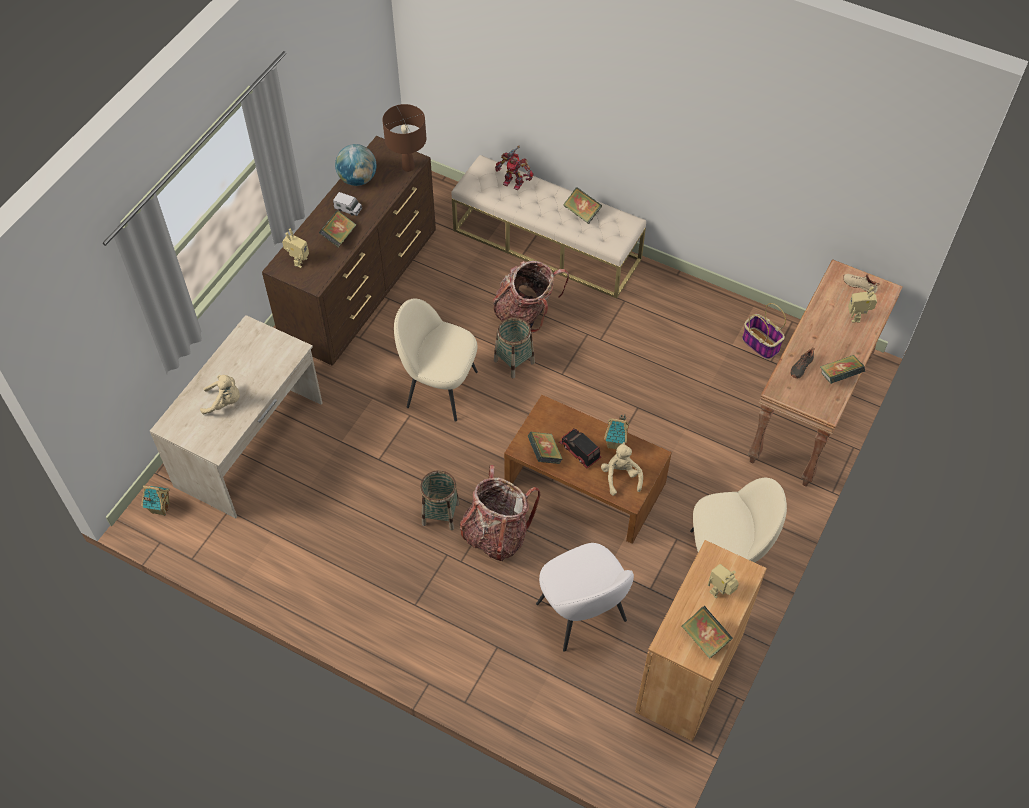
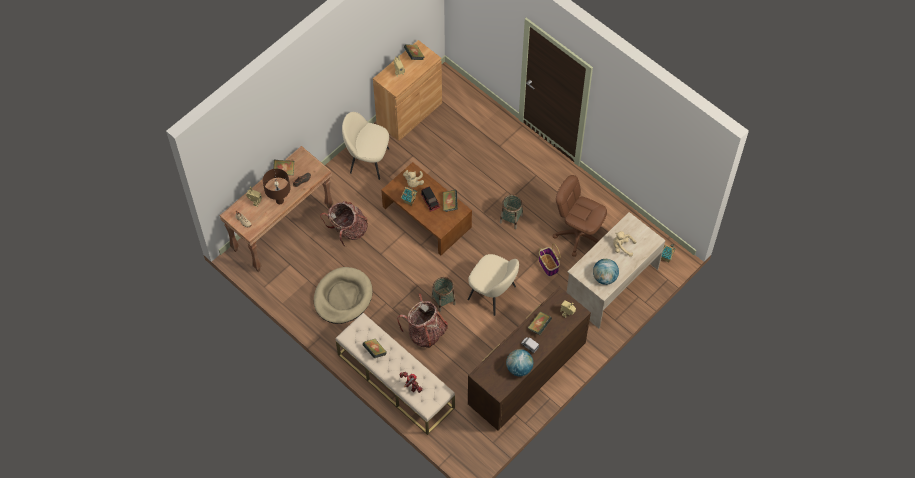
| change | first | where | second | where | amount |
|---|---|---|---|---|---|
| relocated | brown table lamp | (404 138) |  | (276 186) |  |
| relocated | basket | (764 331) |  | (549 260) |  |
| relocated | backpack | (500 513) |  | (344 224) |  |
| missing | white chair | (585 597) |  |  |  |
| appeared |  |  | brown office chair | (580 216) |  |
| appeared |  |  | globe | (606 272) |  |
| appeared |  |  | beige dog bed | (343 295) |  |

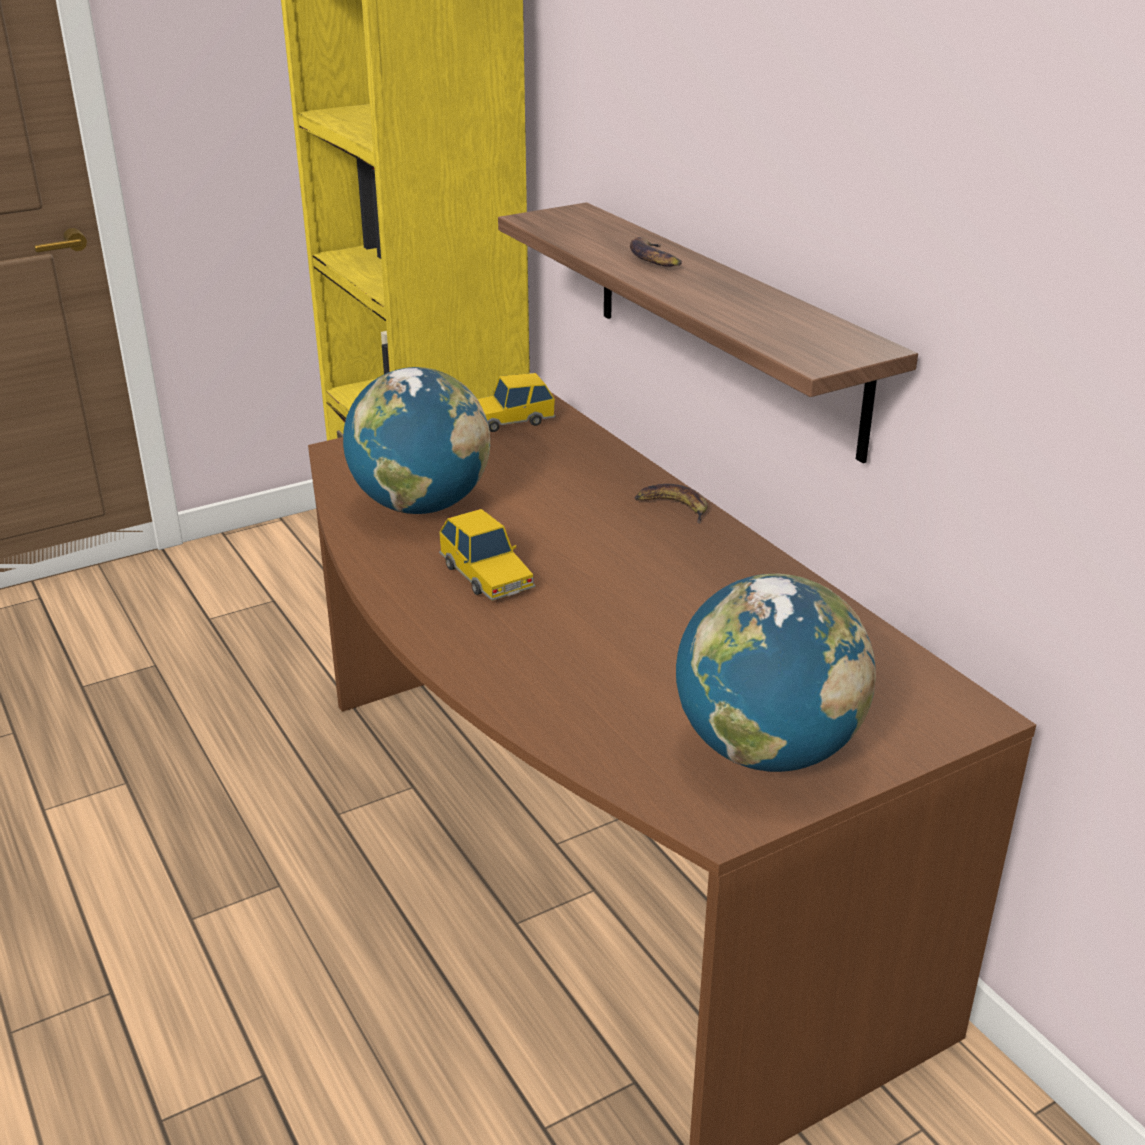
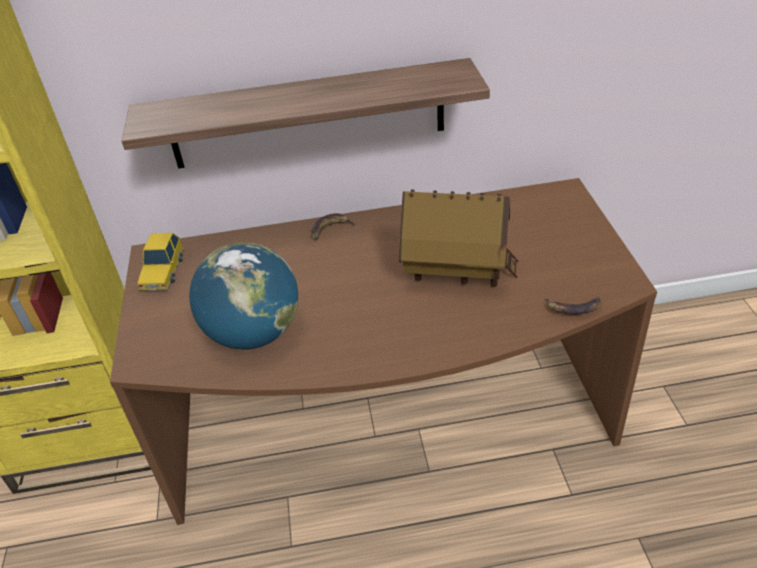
| change | first | where | second | where | amount |
|---|---|---|---|---|---|
| relocated | banana | (656 252) |  | (573 306) |  |
| missing | toy car | (487 555) |  |  |  |
| missing | globe | (776 673) |  |  |  |
| appeared |  |  | toy house | (459 238) |  |

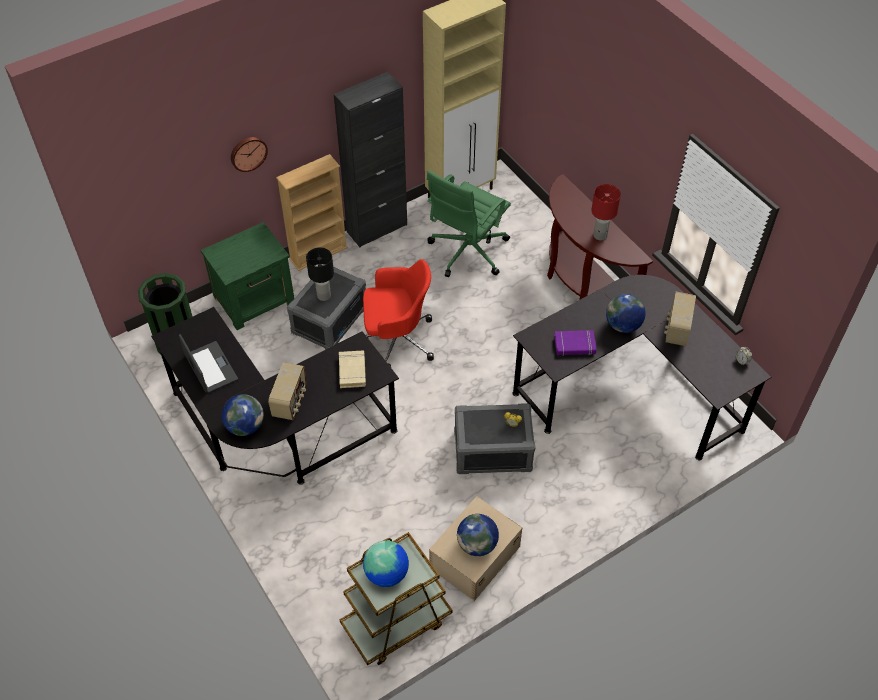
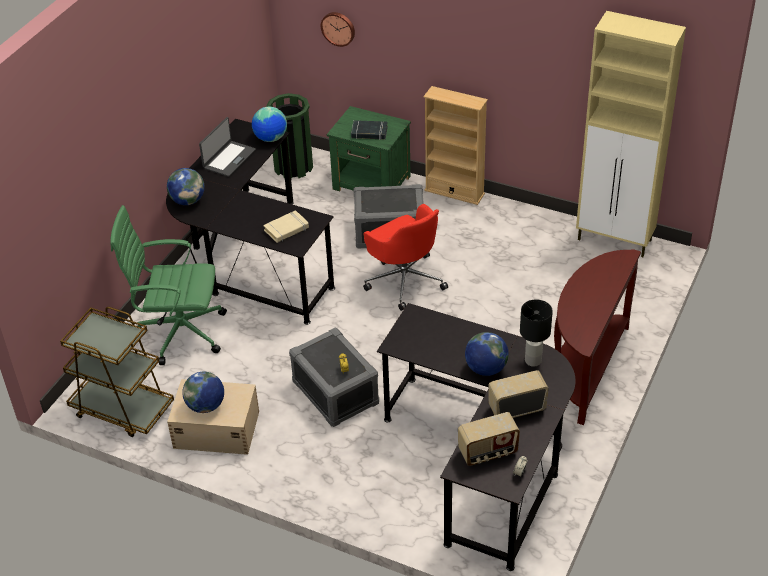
| change | first | where | second | where | amount |
|---|---|---|---|---|---|
| missing | black cabinet | (370 159) |  |  |  |
| relocated | wall clock | (249 154) |  | (338 29) |  |
| relocated | green office chair | (469 224) |  | (168 285) |  |
| missing | red table lamp | (606 212) |  |  |  |
| relocated | black table lamp | (320 274) |  | (536 333) |  |
| missing | purple book | (575 342) |  |  |  |
| relocated | radio | (287 391) |  | (489 439) |  |
| relocated | globe | (386 564) |  | (269 124) |  |
| appeared |  |  | black book | (369 130) |  |

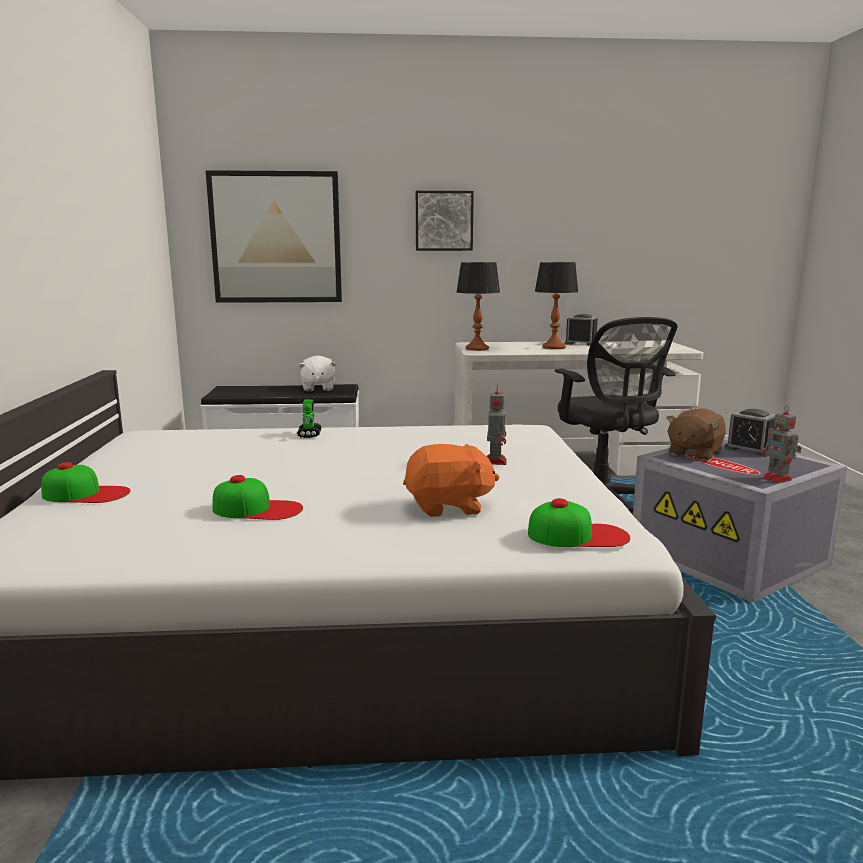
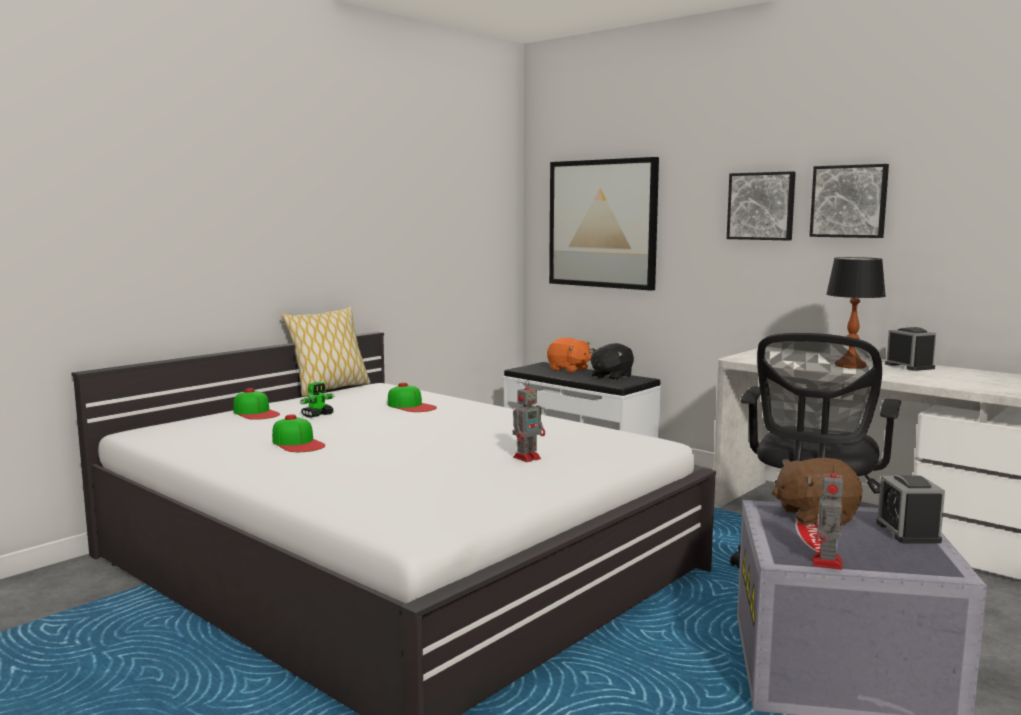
| change | first | where | second | where | amount |
|---|---|---|---|---|---|
| missing | table lamp | (478 306) |  |  |  |
| colour | white plush toy | (317 374) | black plush toy | (611 362) |  |
| relocated | toy robot | (309 419) |  | (317 400) |  |
| relocated | orange plush toy | (451 480) |  | (569 355) |  |
| relocated | cap | (579 522) |  | (412 397) |  |
| appeared |  |  | picture | (849 201) |  |
| appeared |  |  | pillow | (326 352) |  |

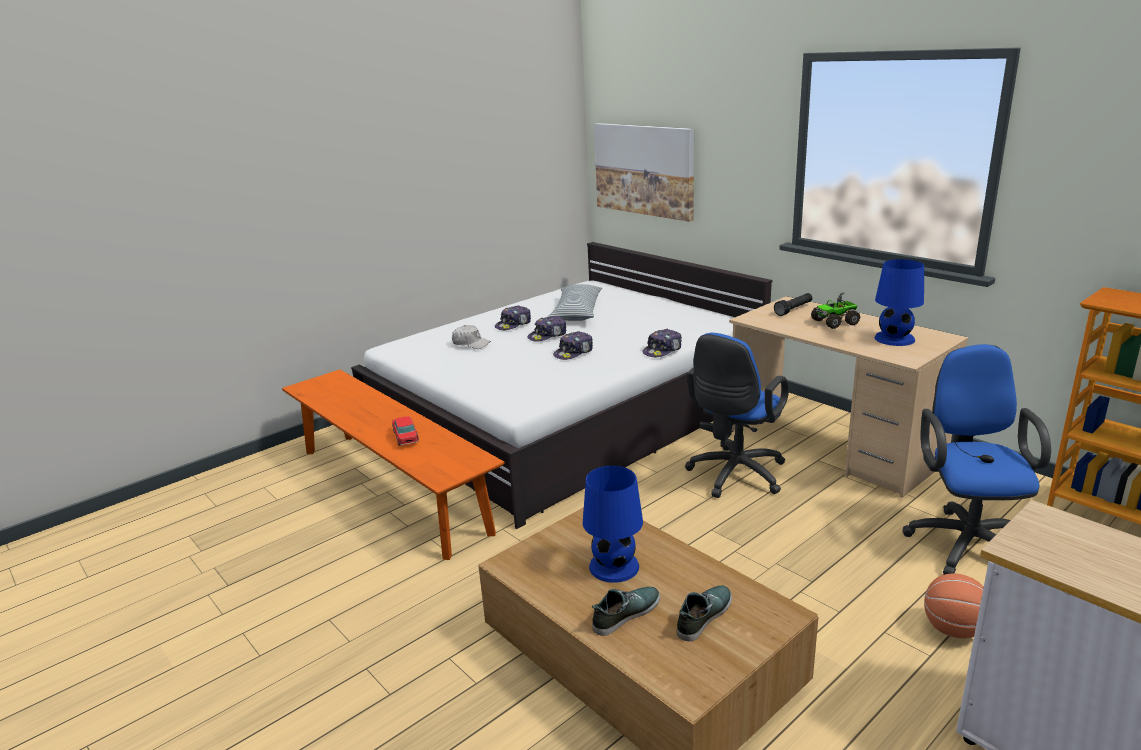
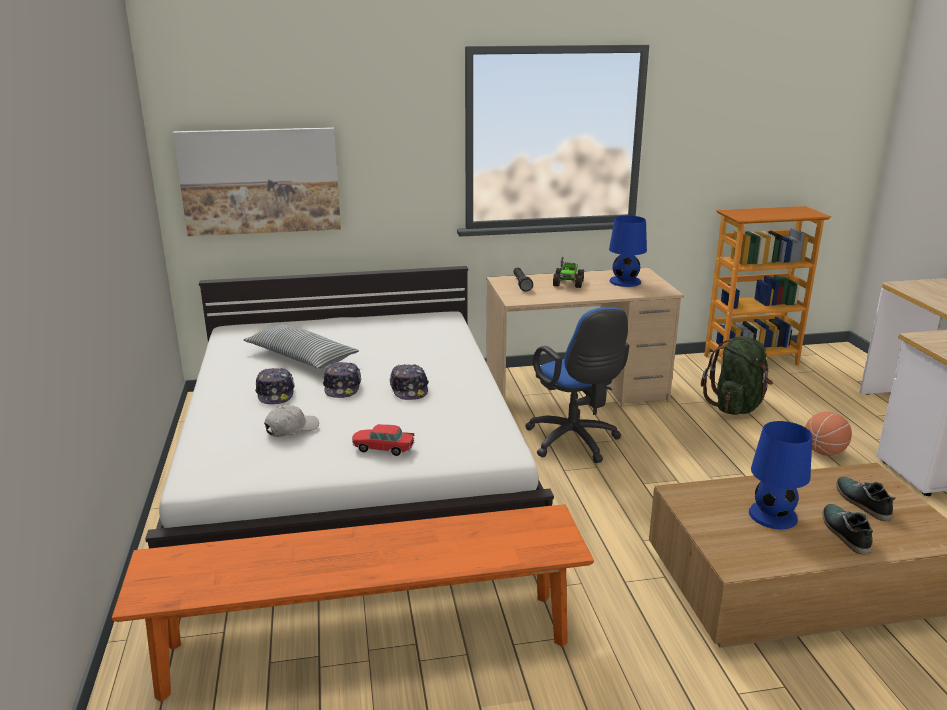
| change | first | where | second | where | amount |
|---|---|---|---|---|---|
| missing | cap | (662 343) |  |  |  |
| exchanged | blue office chair | (977 459) | green backpack | (737 375) |  |
| relocated | toy car | (405 431) |  | (383 440) |  |

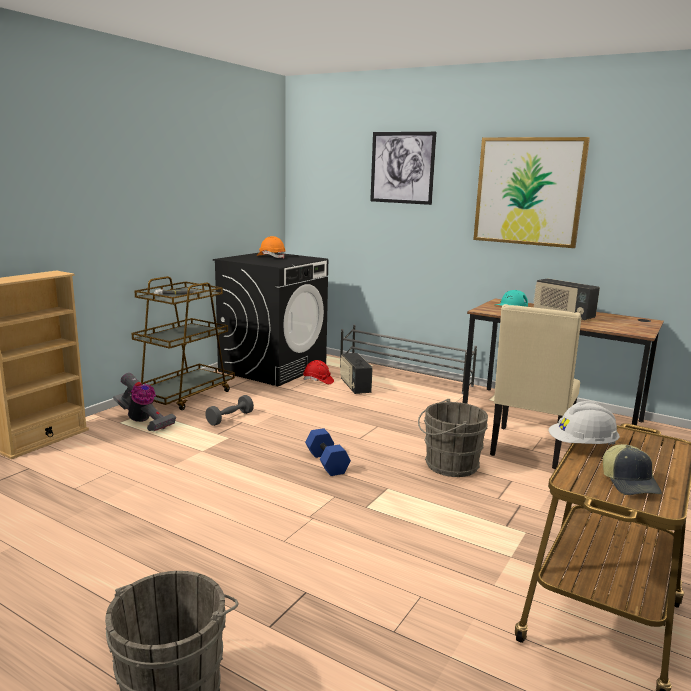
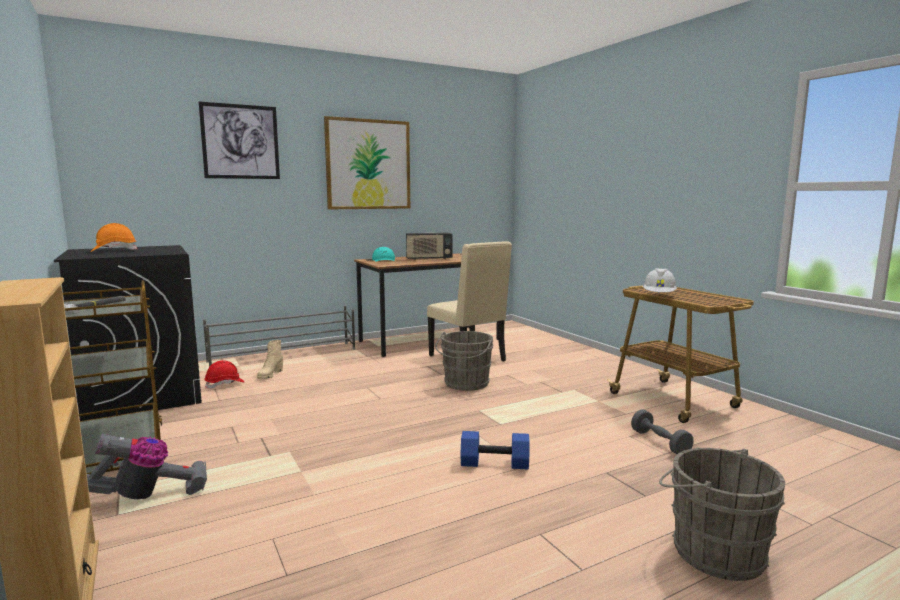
| change | first | where | second | where | amount |
|---|---|---|---|---|---|
| exchanged | radio | (356 373) | beige boot | (270 359) |  |
| relocated | grey dumbbell | (229 410) |  | (662 432) |  |
| relocated | blue dumbbell | (328 452) |  | (494 450) |  |
| missing | cap | (632 469) |  |  |  |

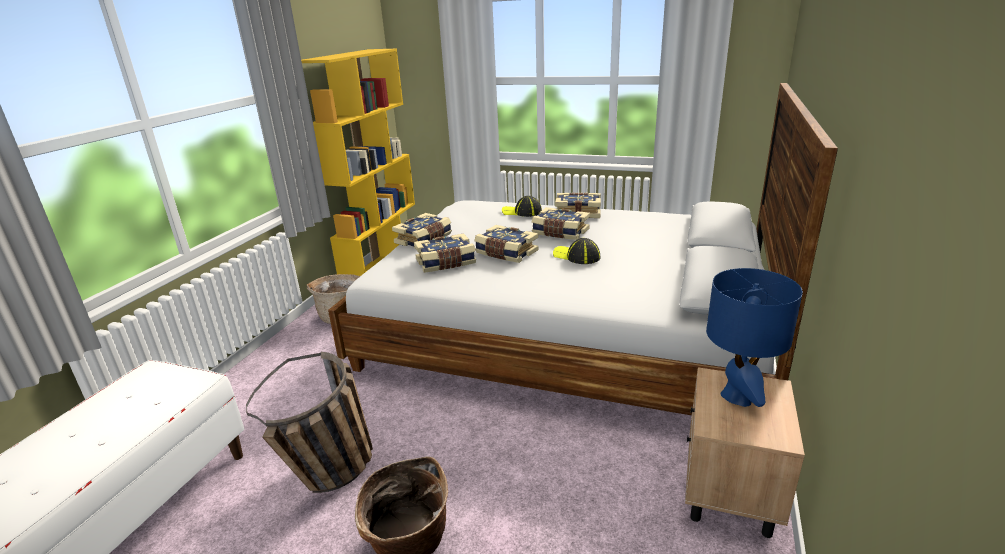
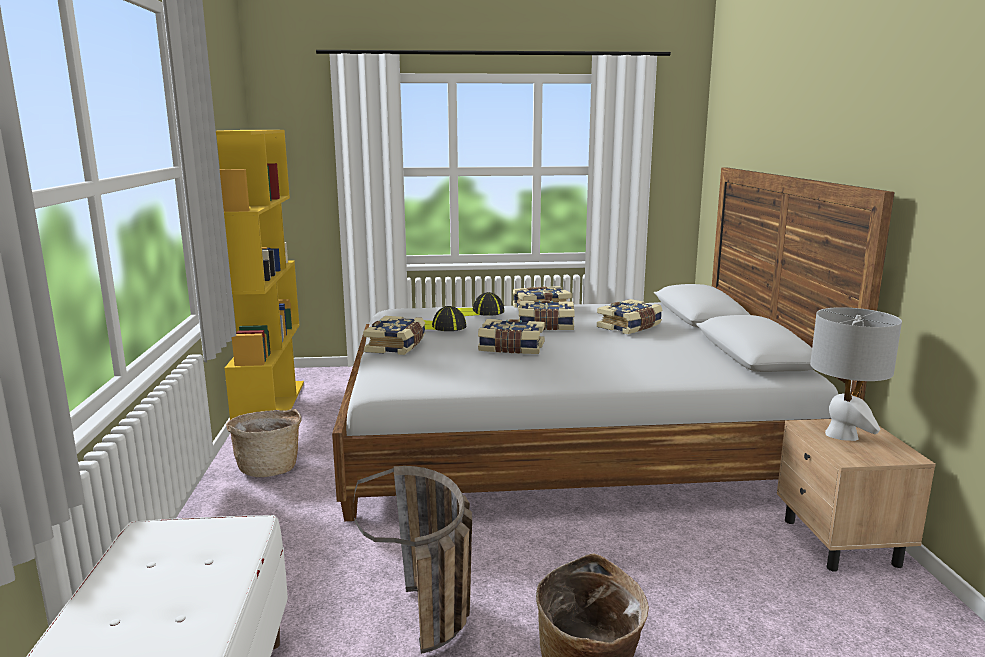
| change | first | where | second | where | amount |
|---|---|---|---|---|---|
| relocated | book | (445 253) |  | (630 316) |  |
| relocated | cap | (576 251) |  | (445 318) |  |
| colour | blue table lamp | (754 337) | grey table lamp | (856 374) |  |

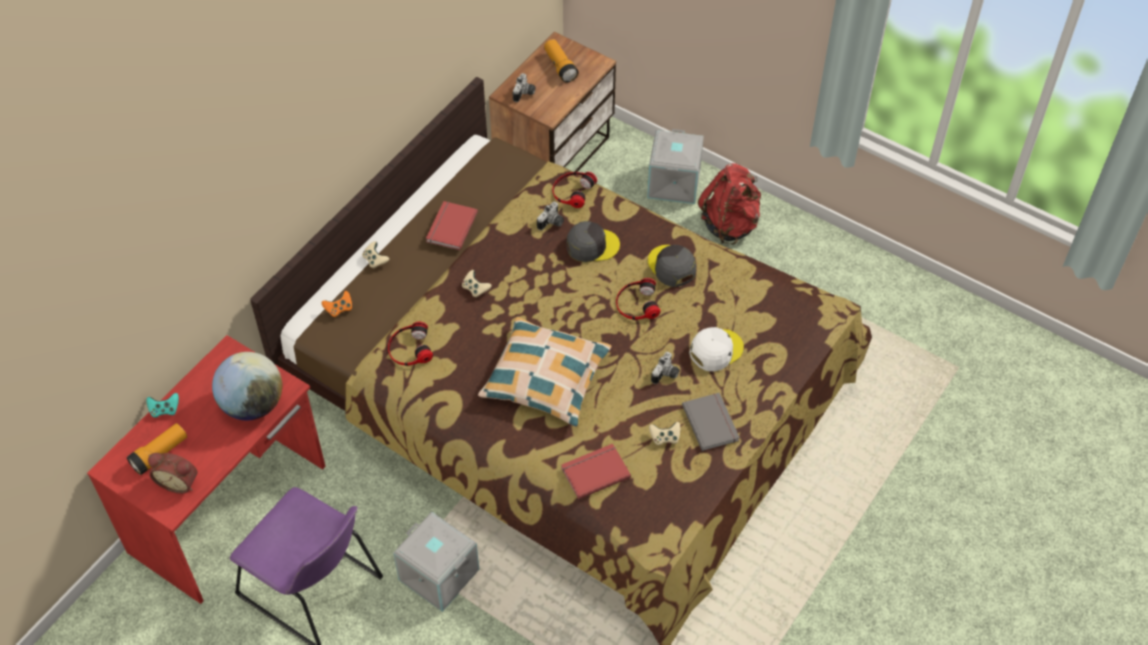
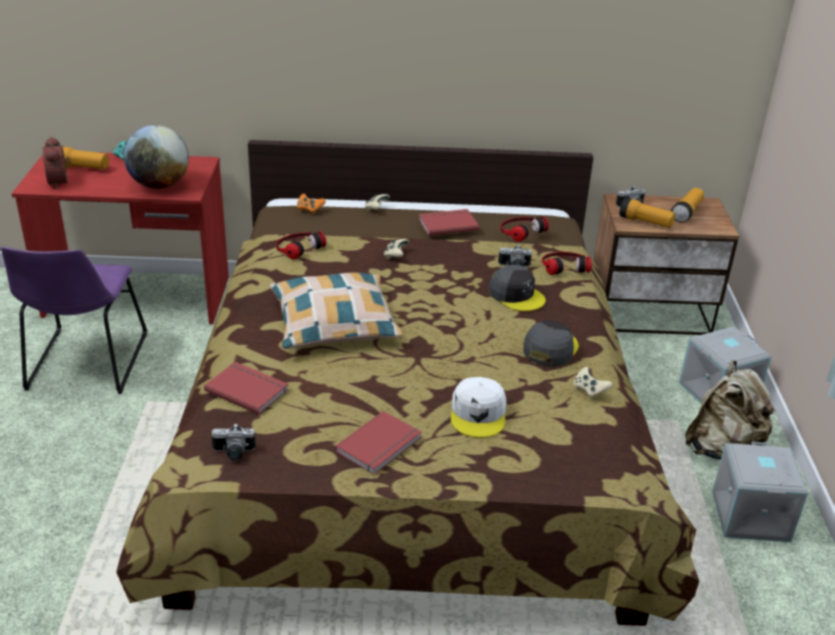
| change | first | where | second | where | amount |
|---|---|---|---|---|---|
| colour | red backpack | (729 204) | beige backpack | (730 410) |  |
| relocated | headphones | (638 299) |  | (524 229) |  |
| spun | white cap | (716 349) |  | (478 407) | 75 degrees clockwise |
| relocated | photo camera | (665 368) |  | (233 442) |  |
| colour | grey book | (711 422) | red book | (378 443) |  |
| relocated | beige game controller | (664 433) |  | (592 383) |  |
| relocated | grey storage box | (436 562) |  | (760 492) |  |
| appeared |  |  | flashlight | (647 212) |  |

